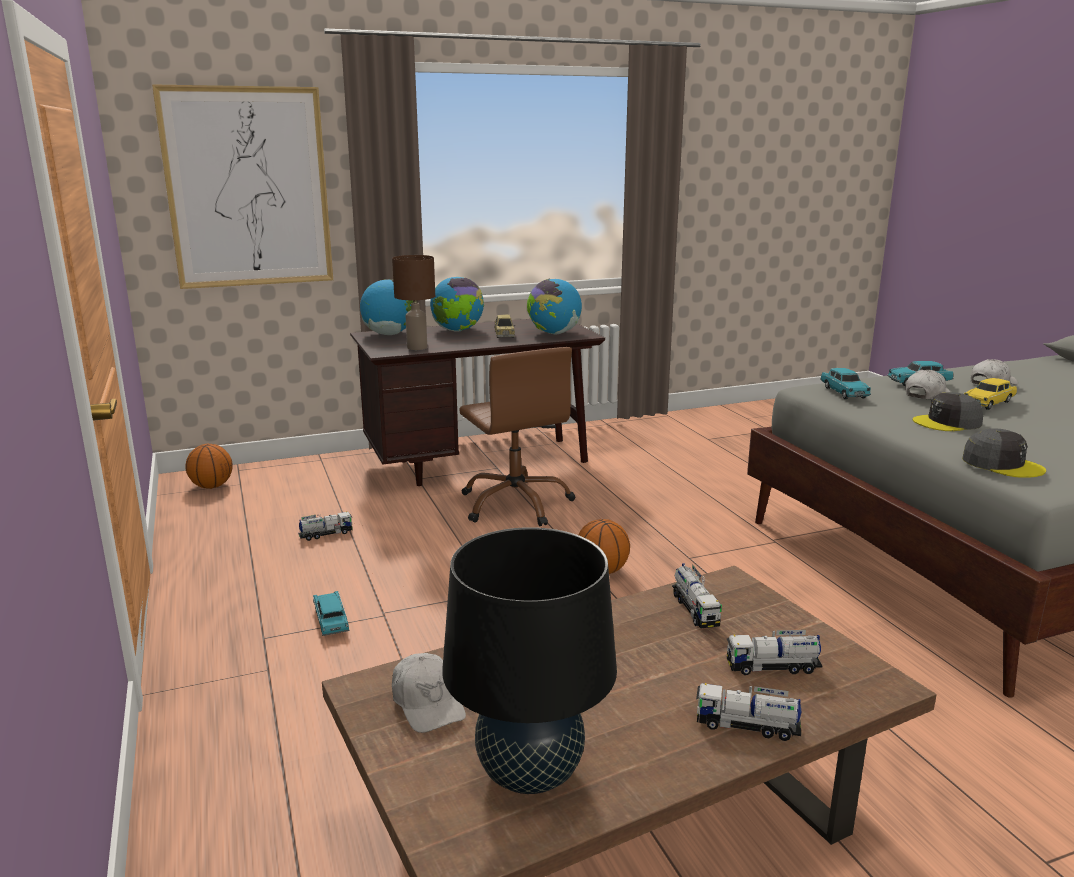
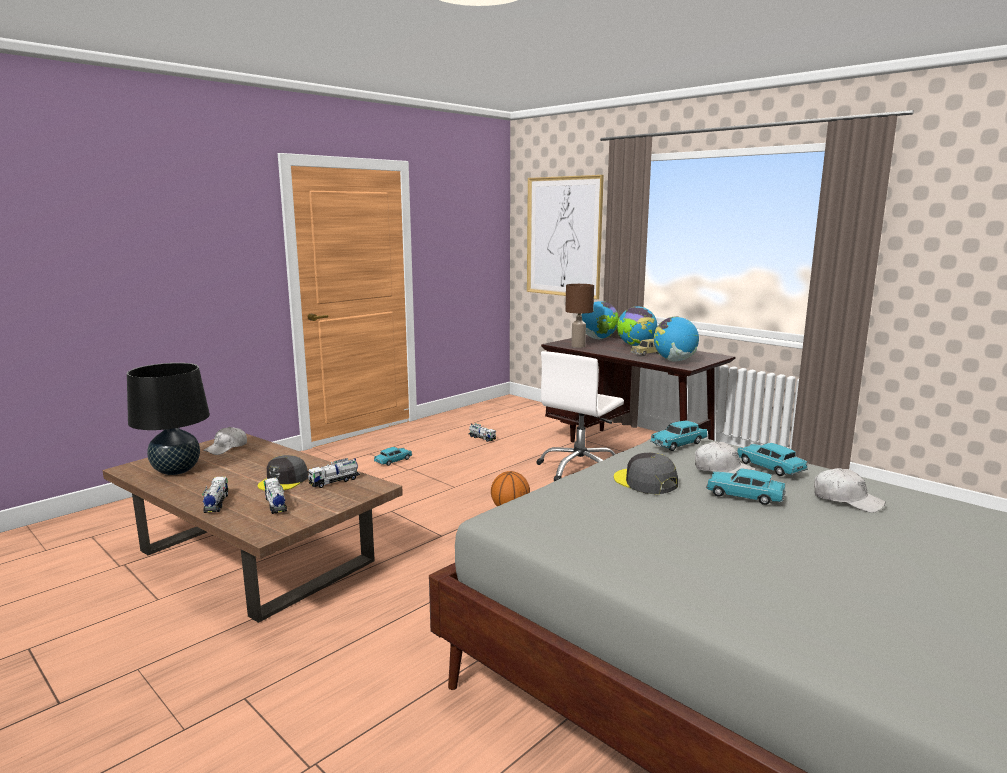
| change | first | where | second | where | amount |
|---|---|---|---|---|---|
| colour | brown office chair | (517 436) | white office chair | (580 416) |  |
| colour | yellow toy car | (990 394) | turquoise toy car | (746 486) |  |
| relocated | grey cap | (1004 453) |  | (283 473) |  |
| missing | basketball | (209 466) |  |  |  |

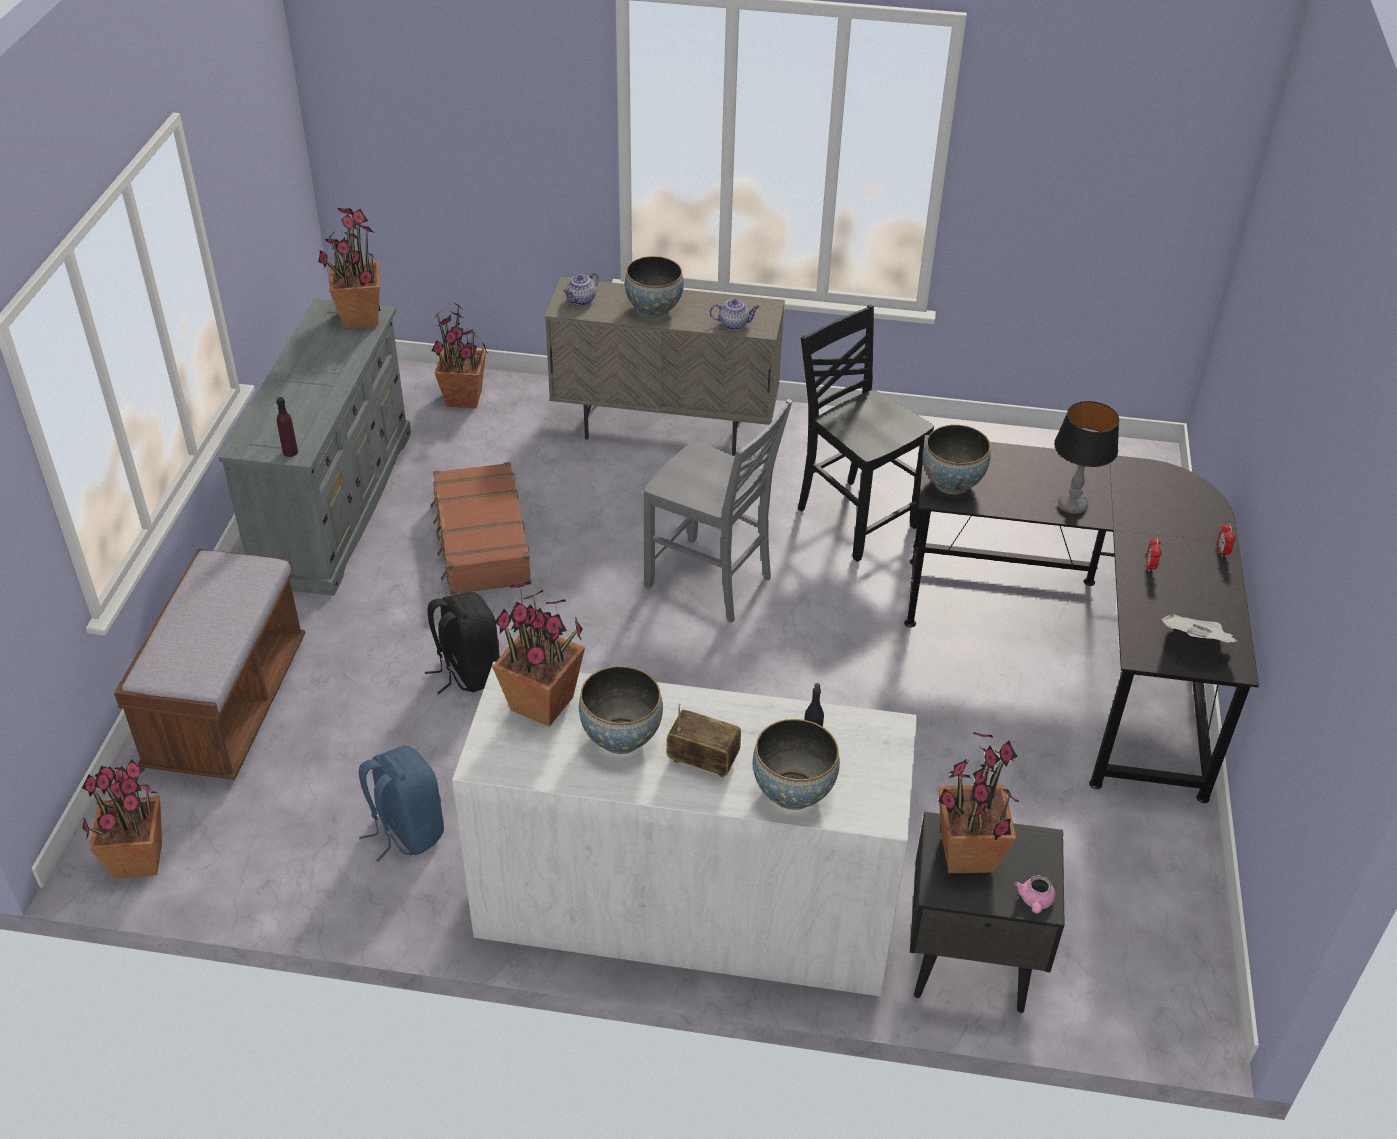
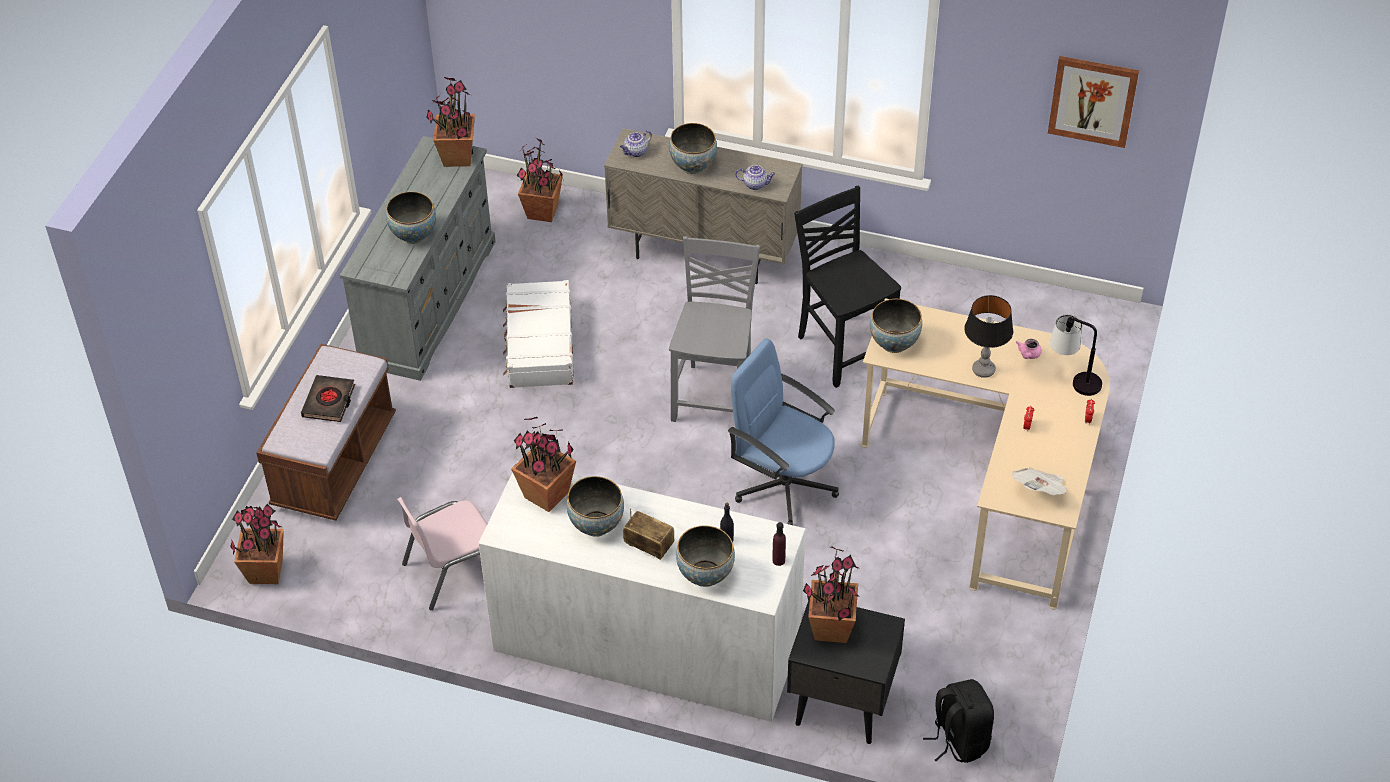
| change | first | where | second | where | amount |
|---|---|---|---|---|---|
| relocated | purple bottle | (287 427) |  | (779 544) |  |
| spun | grey chair | (717 511) |  | (714 329) | 120 degrees counterclockwise |
| colour | black desk | (1081 619) | beige desk | (985 454) |  |
| colour | brown suitcase | (481 528) | white suitcase | (538 334) |  |
| relocated | black backpack | (462 643) |  | (958 721) |  |
| exchanged | blue backpack | (401 804) | pink chair | (442 553) |  |
| relocated | pink teapot | (1034 894) |  | (1029 349) |  |
| appeared |  |  | picture | (1093 102) |  |
| appeared |  |  | bowl | (411 217) |  |
| appeared |  |  | table lamp | (1076 355) |  |
| appeared |  |  | blue office chair | (783 431) |  |
| appeared |  |  | black book | (328 398) |  |

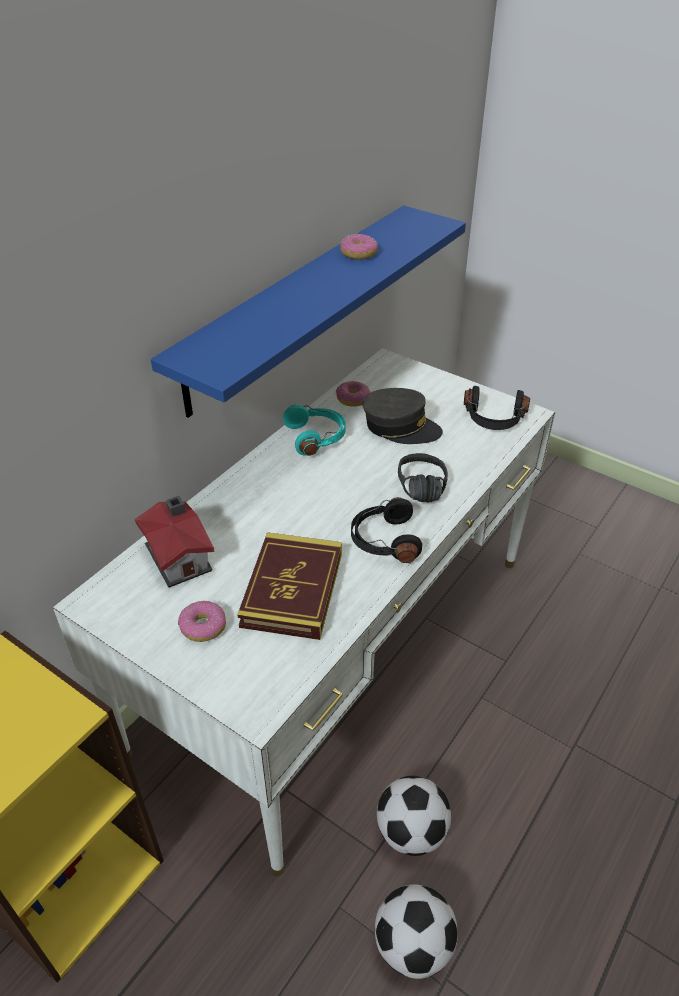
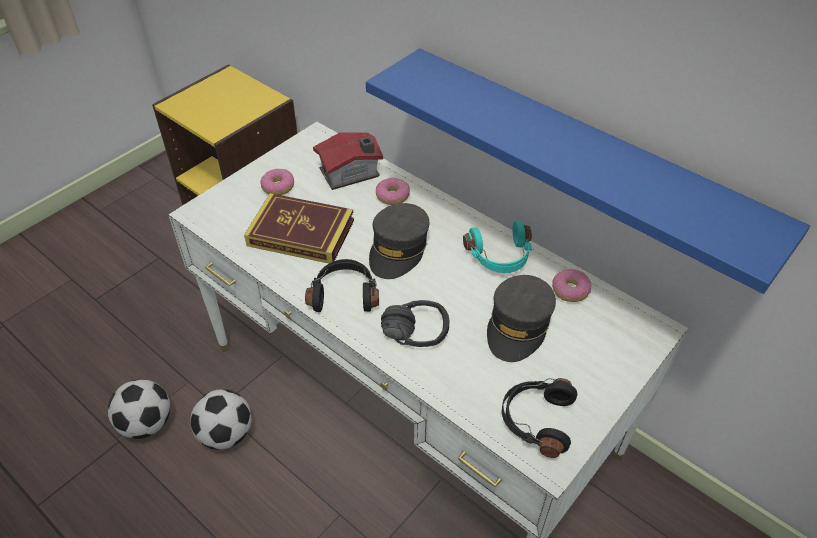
| change | first | where | second | where | amount |
|---|---|---|---|---|---|
| relocated | donut | (359 246) |  | (393 191) |  |
| appeared |  |  | grey cap | (399 241) |  |

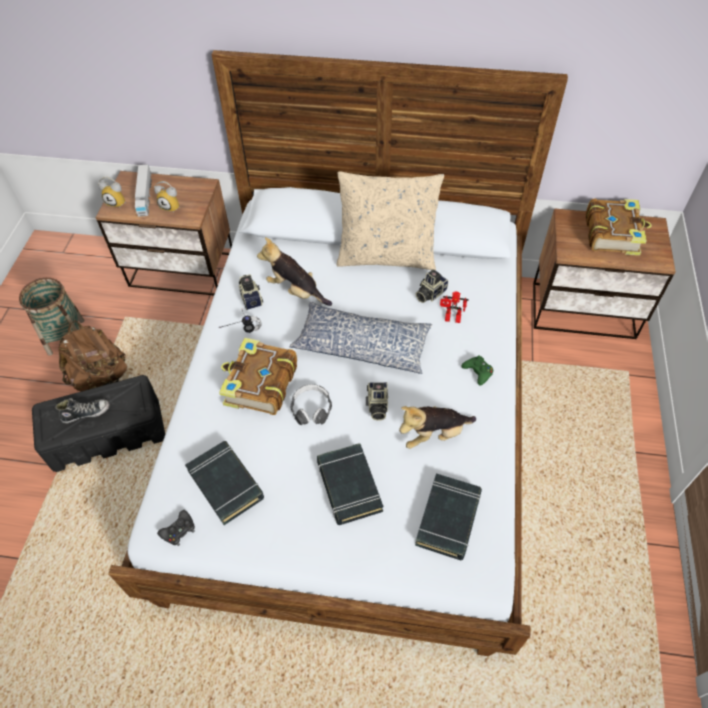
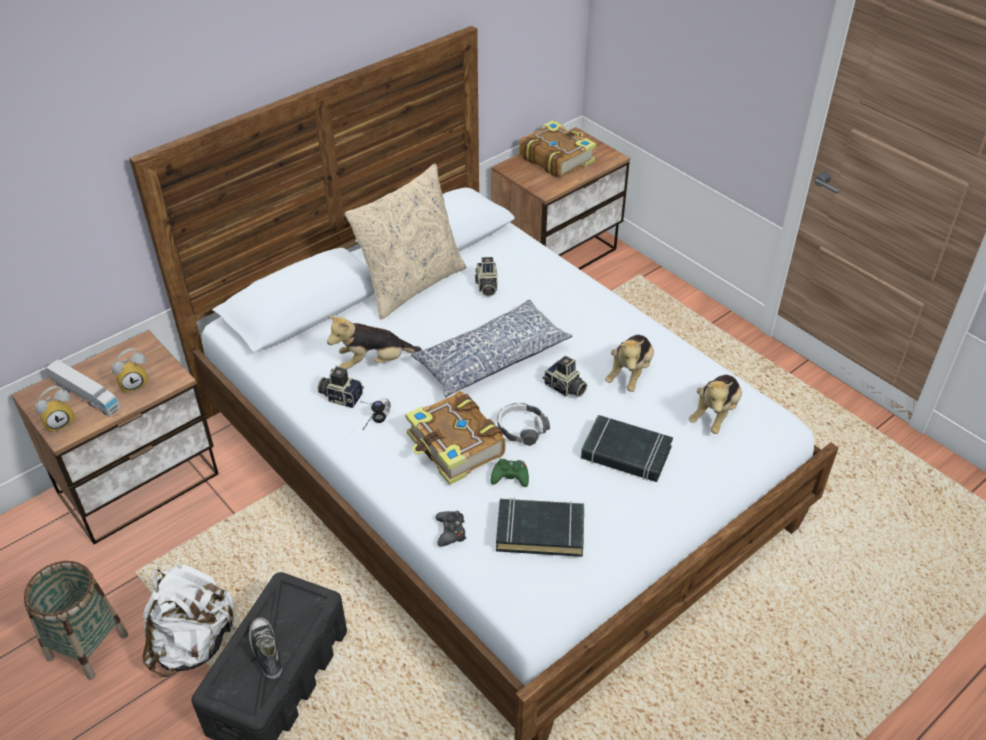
| change | first | where | second | where | amount |
|---|---|---|---|---|---|
| missing | toy robot | (454 307) |  |  |  |
| colour | brown backpack | (92 356) | white backpack | (189 620) |  |
| relocated | green game controller | (477 371) |  | (510 473) |  |
| spun | shoe | (82 410) |  | (265 648) | 45 degrees counterclockwise |
| exchanged | black book | (448 516) | plush toy | (715 404) |  |
| relocated | black game controller | (176 528) |  | (451 529) |  |

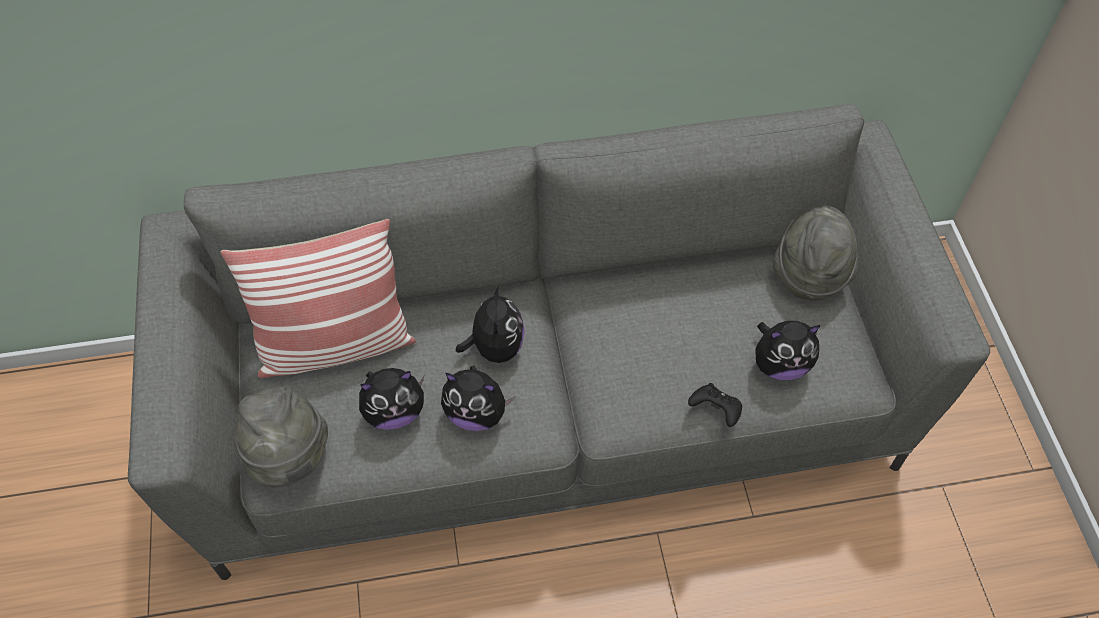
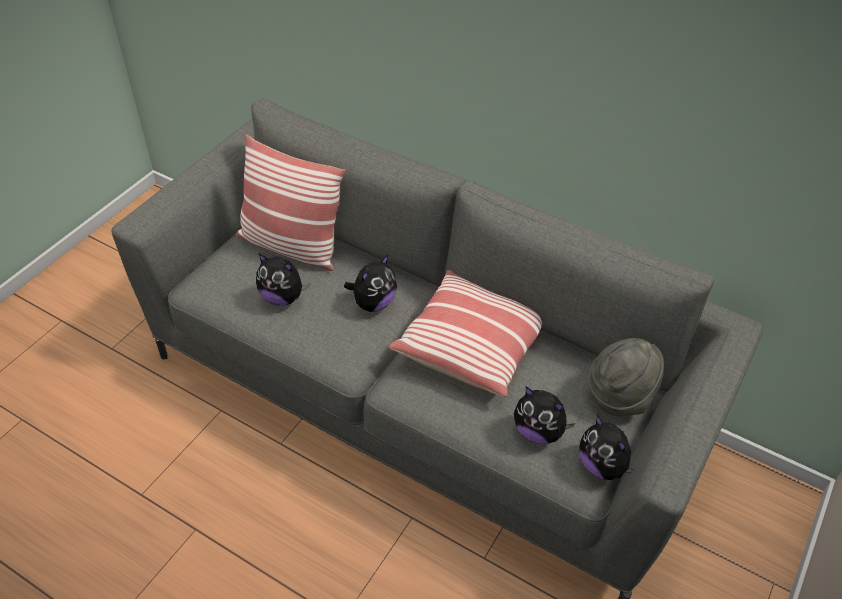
| change | first | where | second | where | amount |
|---|---|---|---|---|---|
| relocated | plush toy | (478 398) |  | (607 447) |  |
| missing | black game controller | (715 405) |  |  |  |
| missing | grey hat | (281 436) |  |  |  |
| appeared |  |  | pillow | (465 334) |  |

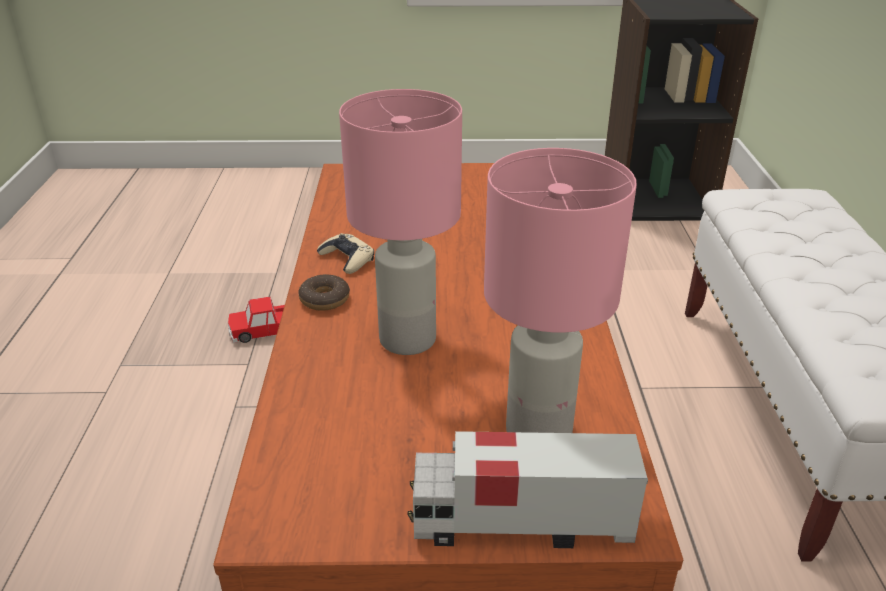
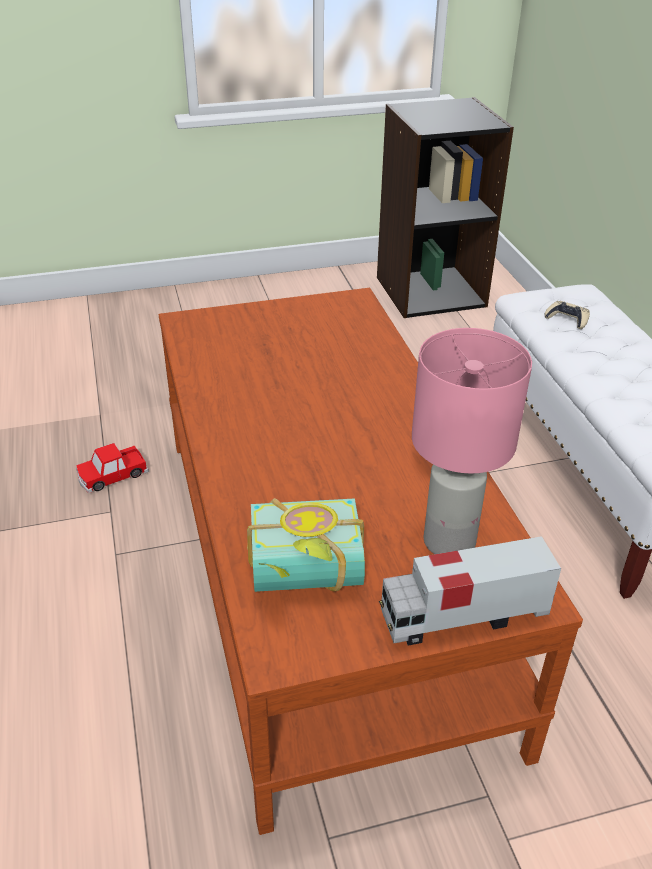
| change | first | where | second | where | amount |
|---|---|---|---|---|---|
| missing | pink table lamp | (400 222) |  |  |  |
| relocated | beige game controller | (345 253) |  | (567 315) |  |
| missing | donut | (324 292) |  |  |  |
| appeared |  |  | book | (306 545) |  |

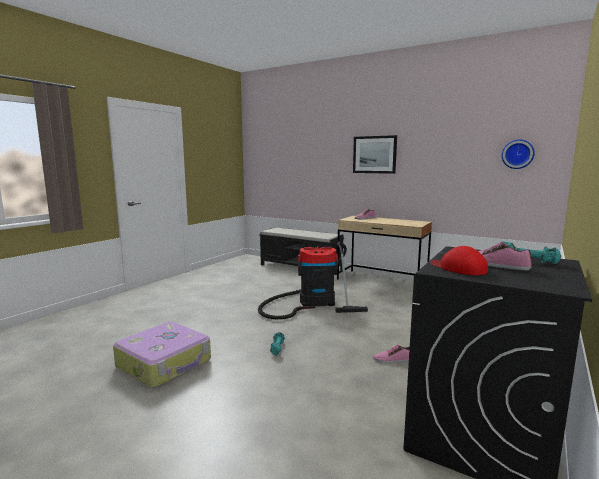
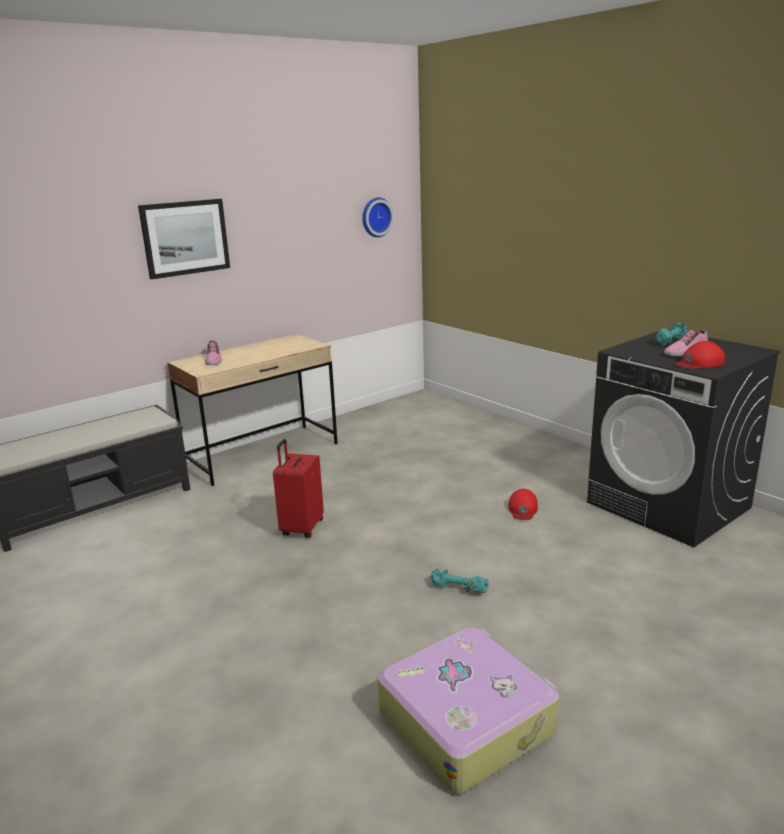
| change | first | where | second | where | amount |
|---|---|---|---|---|---|
| exchanged | vacuum cleaner | (313 280) | red suitcase | (298 488) |  |
| exchanged | shoe | (391 354) | red cap | (523 504) |  |

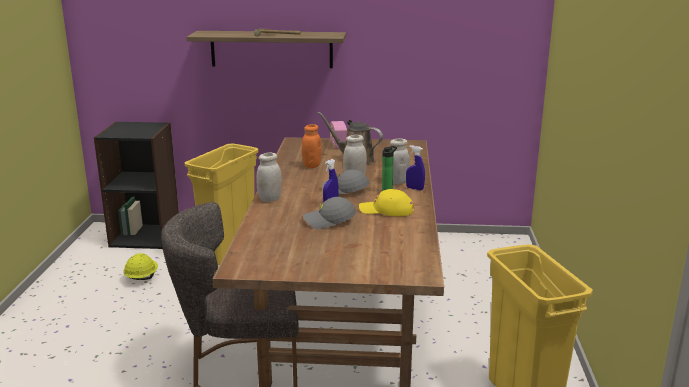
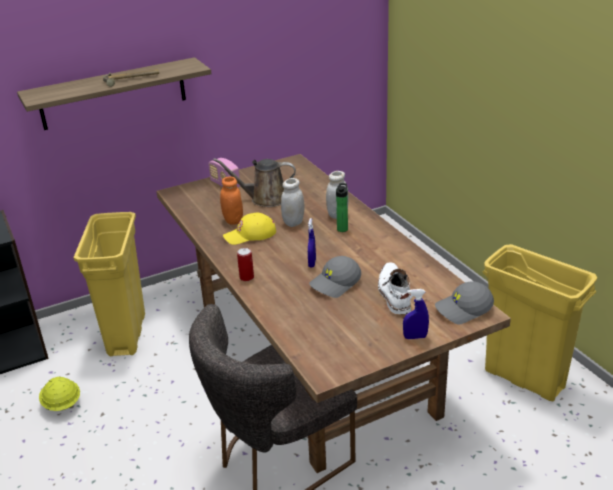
| change | first | where | second | where | amount |
|---|---|---|---|---|---|
| relocated | blue spray bottle | (415 167) |  | (416 314) |  |
| exchanged | white jar | (269 177) | can | (245 264) |  |
| relocated | grey cap | (345 182) |  | (464 302) |  |
| relocated | yellow cap | (386 202) |  | (249 229) |  |
| appeared |  |  | white boot | (394 288) |  |

